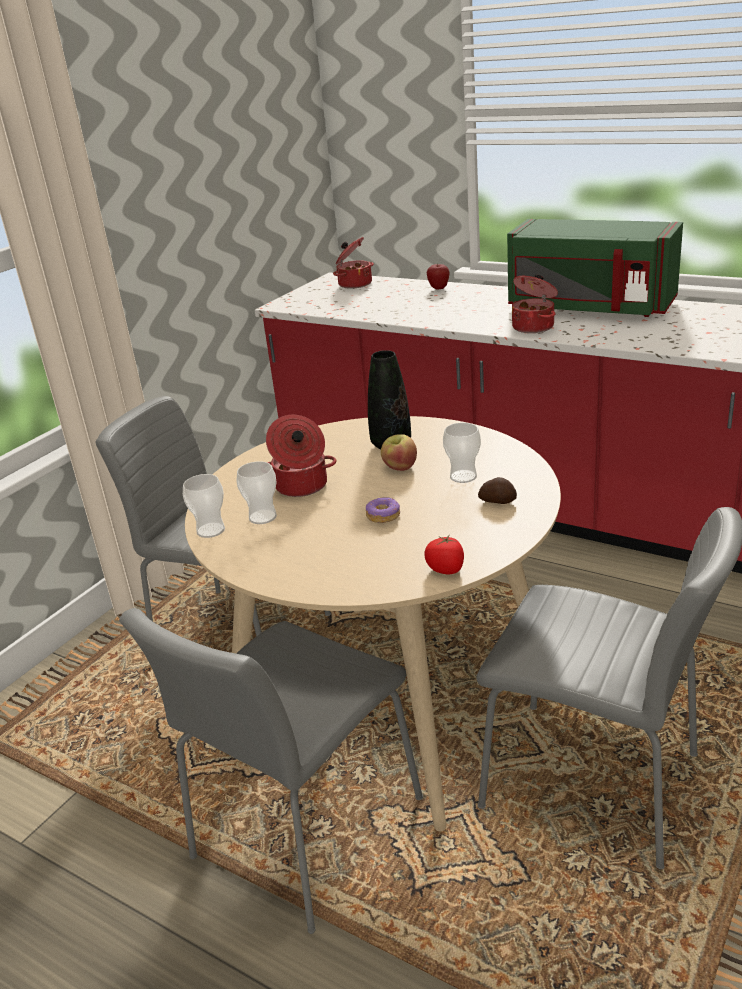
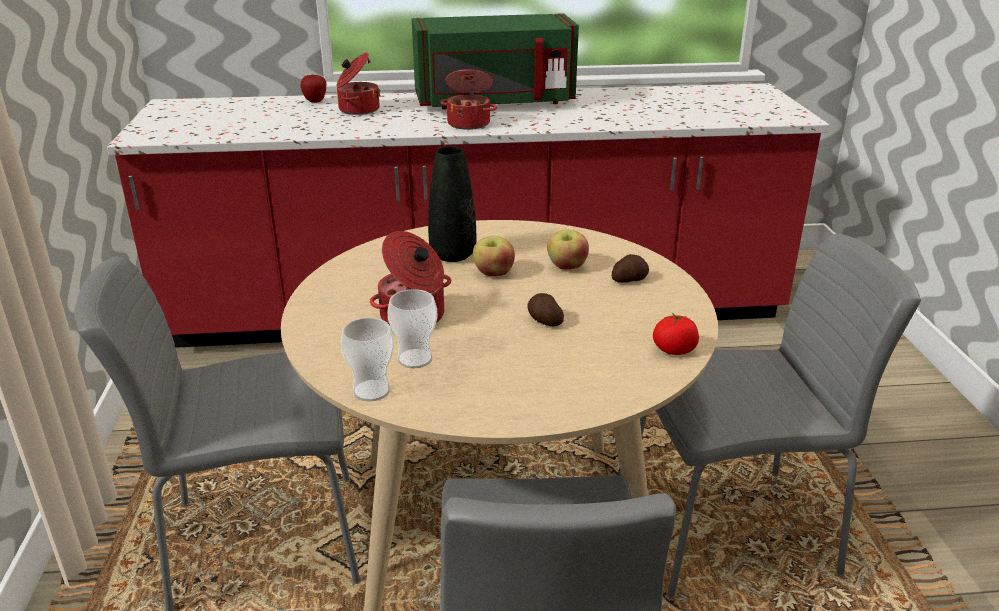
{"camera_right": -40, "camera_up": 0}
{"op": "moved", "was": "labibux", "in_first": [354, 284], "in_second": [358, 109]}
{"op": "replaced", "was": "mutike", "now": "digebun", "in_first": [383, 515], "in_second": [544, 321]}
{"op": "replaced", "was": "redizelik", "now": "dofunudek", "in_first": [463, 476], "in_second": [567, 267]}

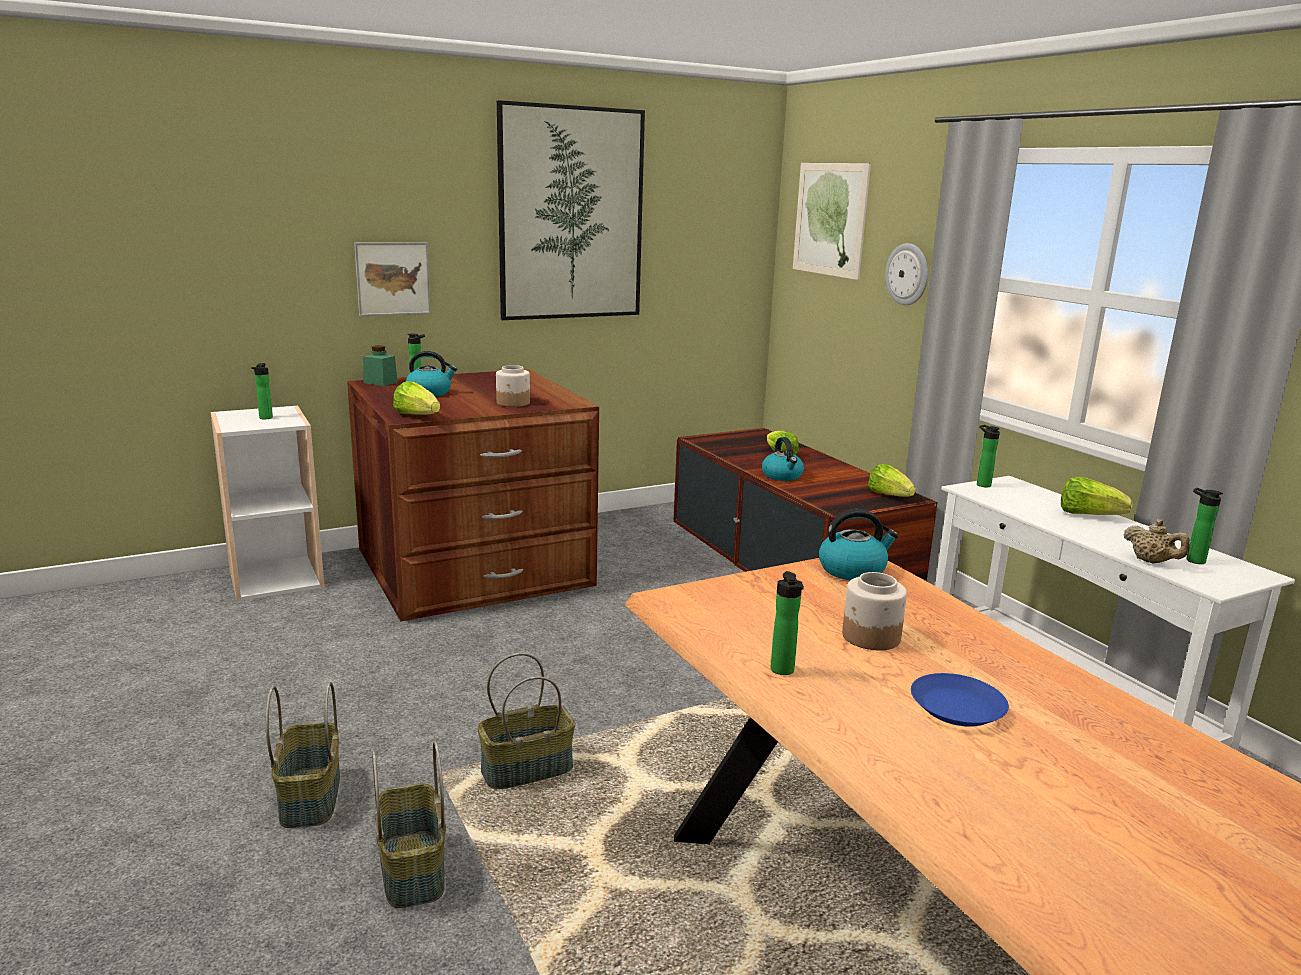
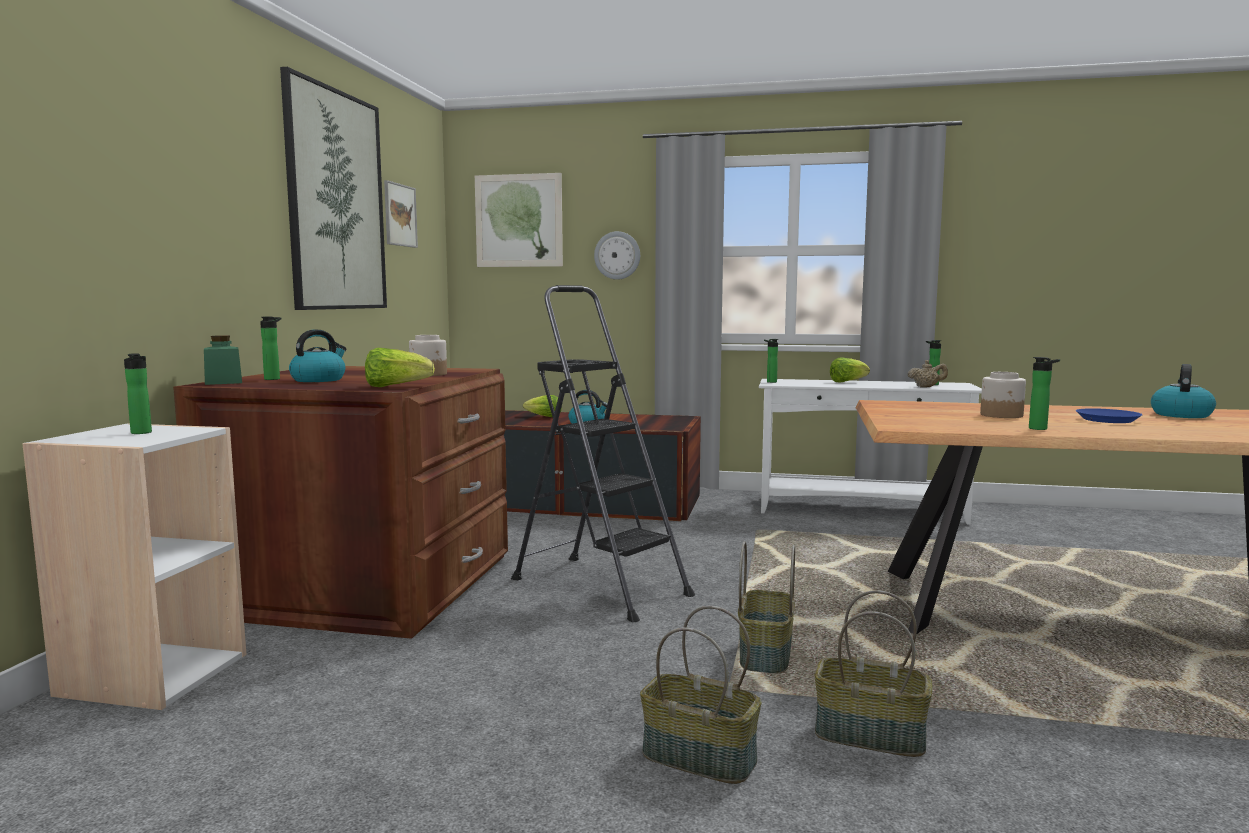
{"camera_right": -50, "camera_up": -10}
{"op": "moved", "was": "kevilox", "in_first": [393, 279], "in_second": [400, 215]}
{"op": "added", "now": "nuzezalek", "in_second": [598, 585]}
{"op": "moved", "was": "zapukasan", "in_first": [853, 570], "in_second": [1181, 415]}
{"op": "removed", "was": "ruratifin", "in_first": [889, 496]}

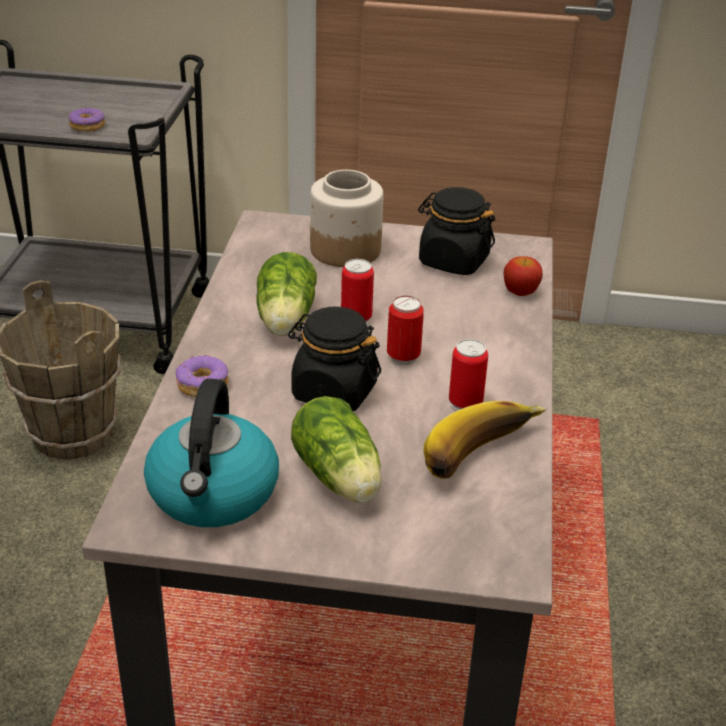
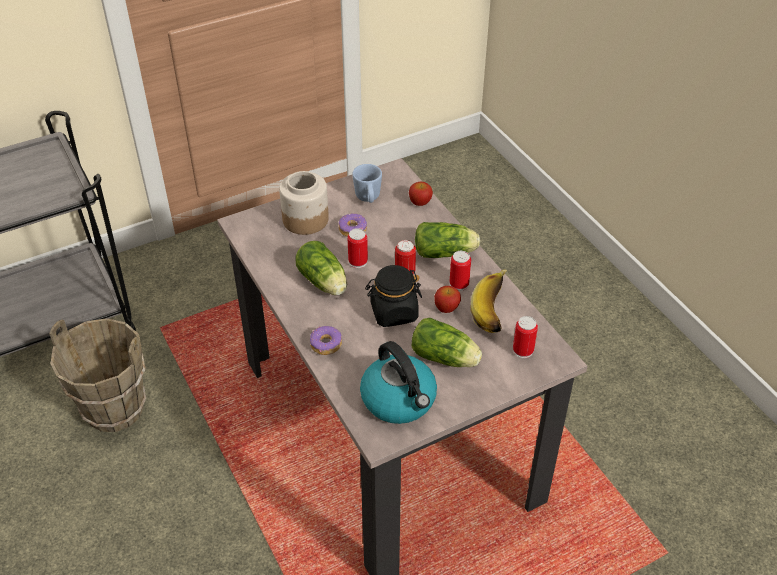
{"camera_right": -35, "camera_up": 10}
{"op": "moved", "was": "mutike", "in_first": [87, 126], "in_second": [353, 229]}
{"op": "replaced", "was": "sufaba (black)", "now": "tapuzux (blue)", "in_first": [453, 261], "in_second": [368, 199]}
{"op": "added", "now": "ruratifin", "in_second": [446, 253]}
{"op": "added", "now": "dofunudek", "in_second": [446, 308]}
{"op": "added", "now": "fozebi", "in_second": [523, 350]}

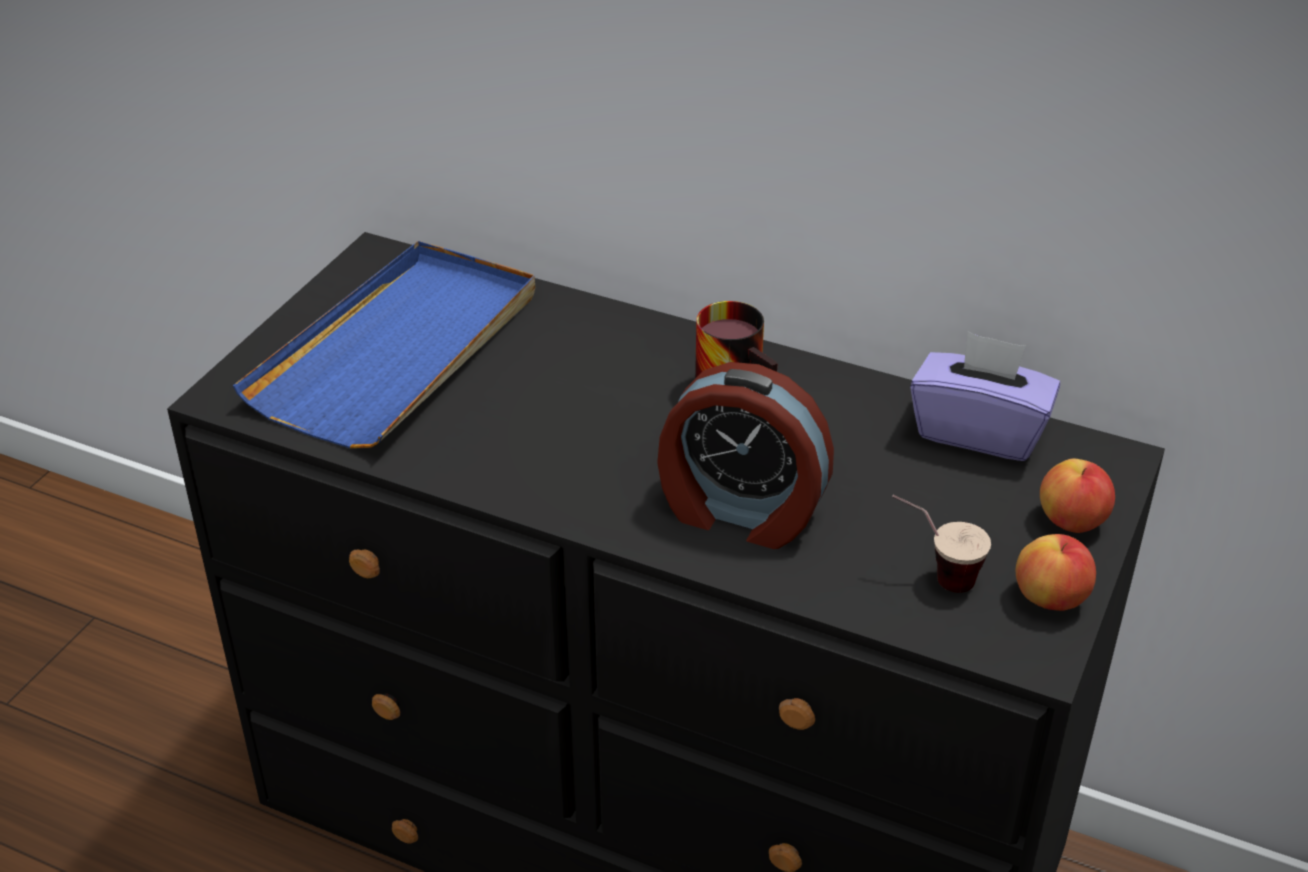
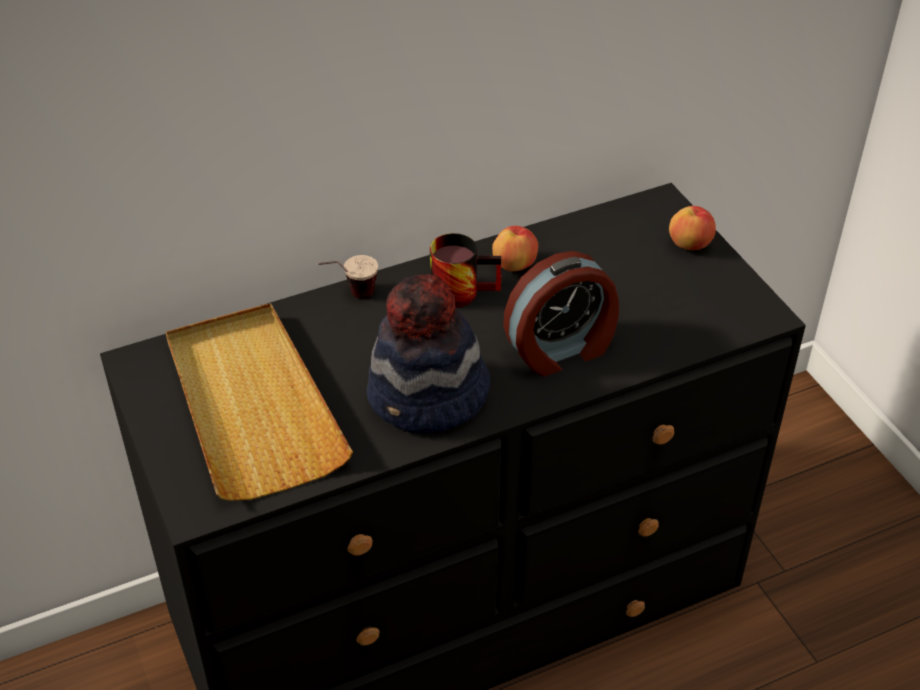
{"camera_right": -50, "camera_up": 5}
{"op": "recoloured", "was": "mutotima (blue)", "now": "mutotima (beige)", "in_first": [399, 351], "in_second": [252, 404]}
{"op": "moved", "was": "redizelik", "in_first": [933, 575], "in_second": [350, 296]}
{"op": "added", "now": "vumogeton", "in_second": [428, 397]}
{"op": "moved", "was": "dofunudek", "in_first": [1051, 598], "in_second": [514, 264]}
{"op": "removed", "was": "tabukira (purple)", "in_first": [979, 431]}

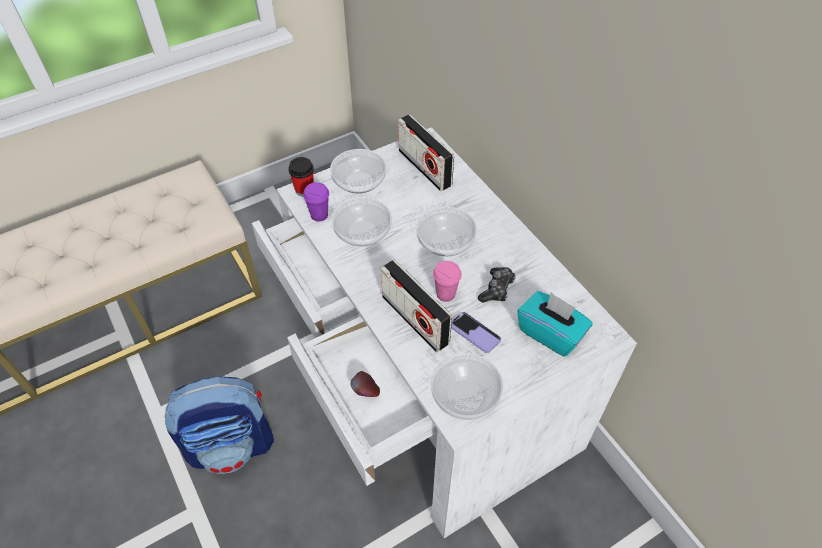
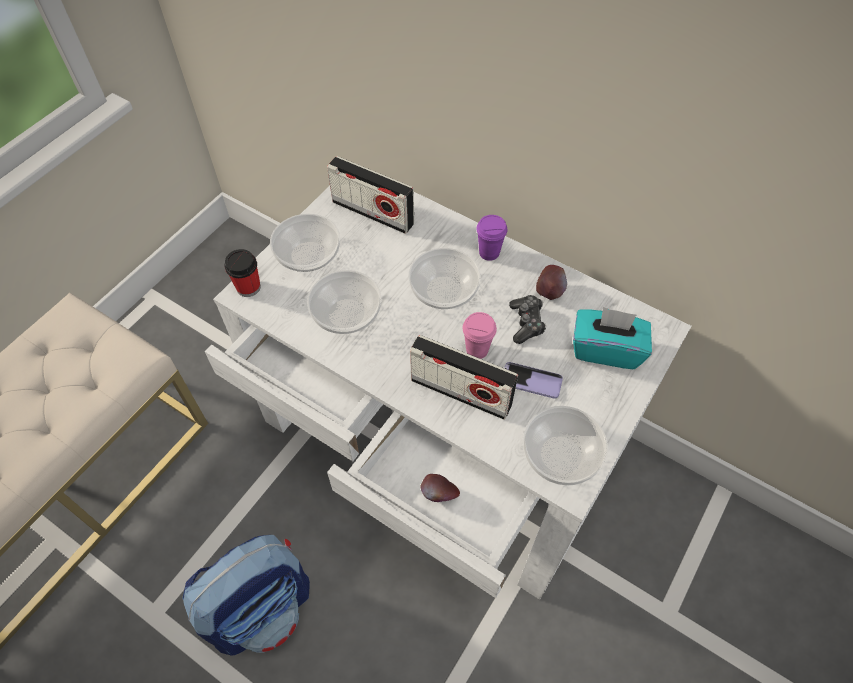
{"camera_right": -25, "camera_up": 5}
{"op": "moved", "was": "redizelik (purple)", "in_first": [319, 215], "in_second": [489, 253]}
{"op": "added", "now": "dofunudek", "in_second": [549, 291]}

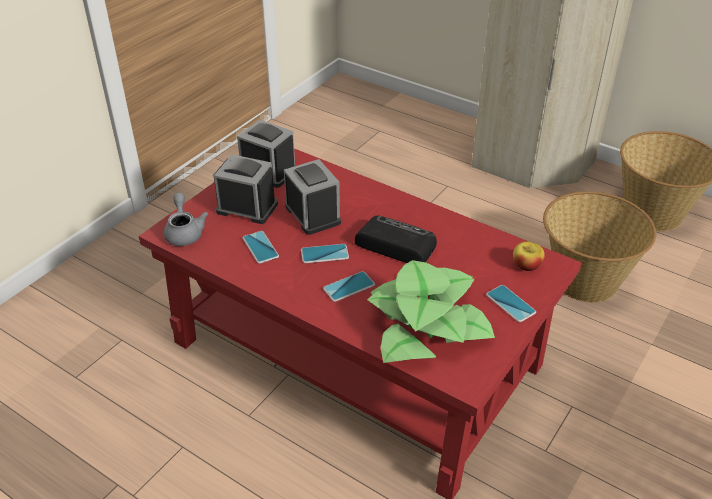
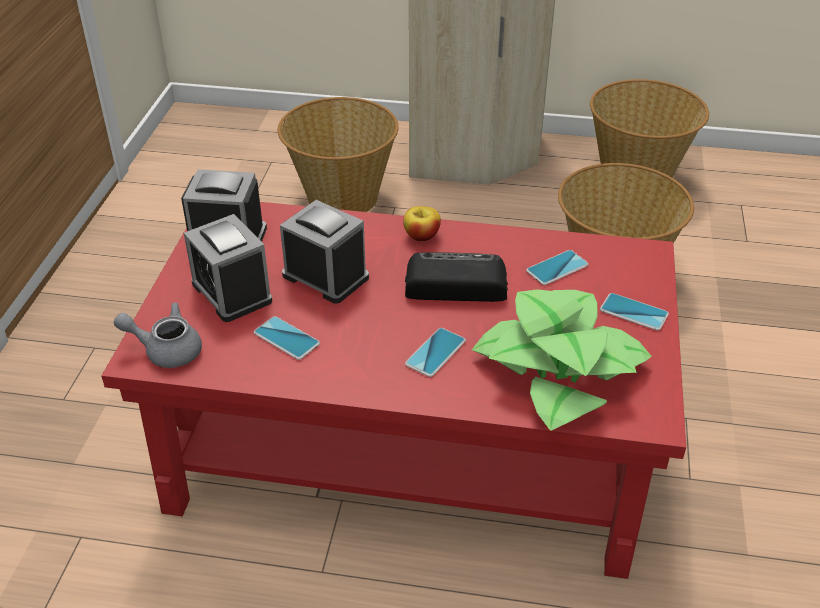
{"camera_right": -25, "camera_up": 0}
{"op": "turned", "was": "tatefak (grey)", "in_first": [184, 232], "in_second": [166, 350], "clockwise": -45}
{"op": "turned", "was": "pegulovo", "in_first": [247, 207], "in_second": [231, 292], "clockwise": -120}
{"op": "added", "now": "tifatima", "in_second": [342, 197]}
{"op": "moved", "was": "dofunudek", "in_first": [526, 266], "in_second": [421, 236]}
{"op": "moved", "was": "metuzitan", "in_first": [324, 254], "in_second": [557, 268]}

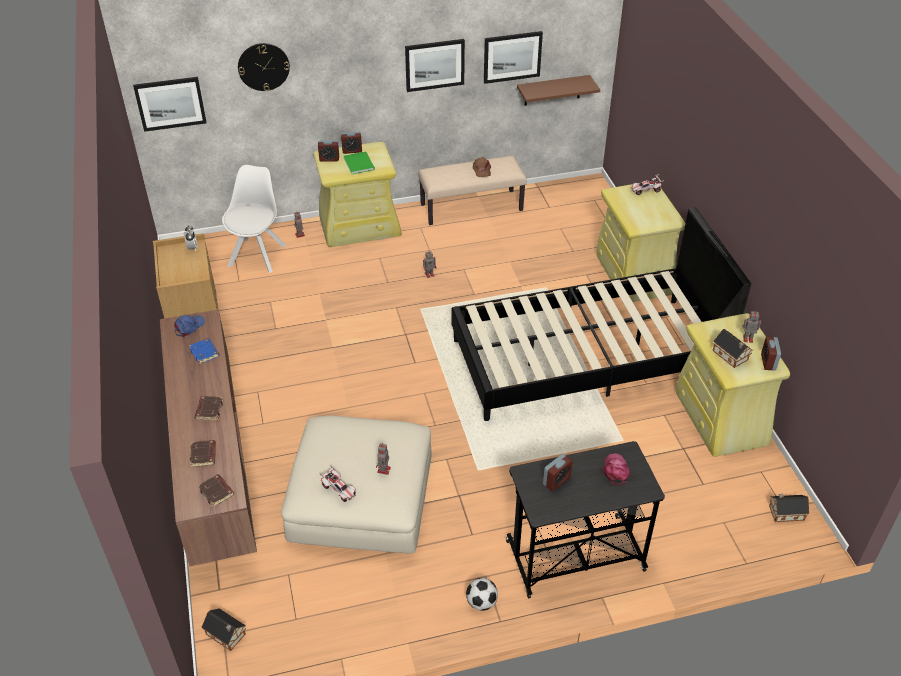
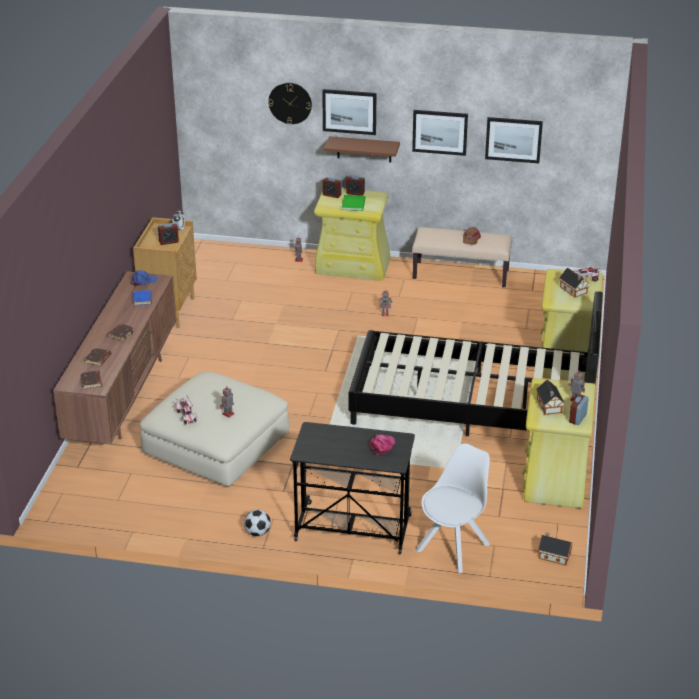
{"camera_right": 25, "camera_up": -10}
{"op": "moved", "was": "pegulovo", "in_first": [556, 481], "in_second": [168, 242]}
{"op": "moved", "was": "kevilox", "in_first": [170, 103], "in_second": [349, 111]}
{"op": "moved", "was": "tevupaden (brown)", "in_first": [552, 90], "in_second": [364, 149]}
{"op": "moved", "was": "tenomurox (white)", "in_first": [258, 255], "in_second": [454, 547]}
{"op": "moved", "was": "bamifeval", "in_first": [226, 635], "in_second": [574, 290]}

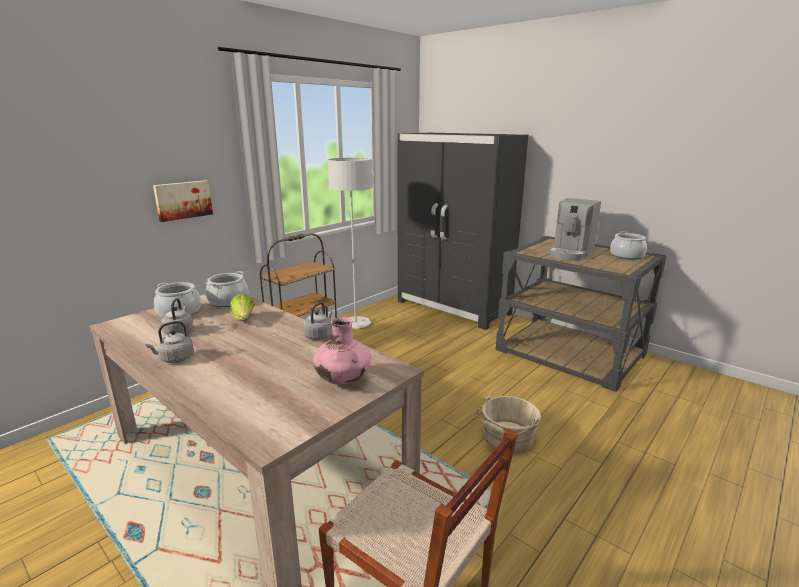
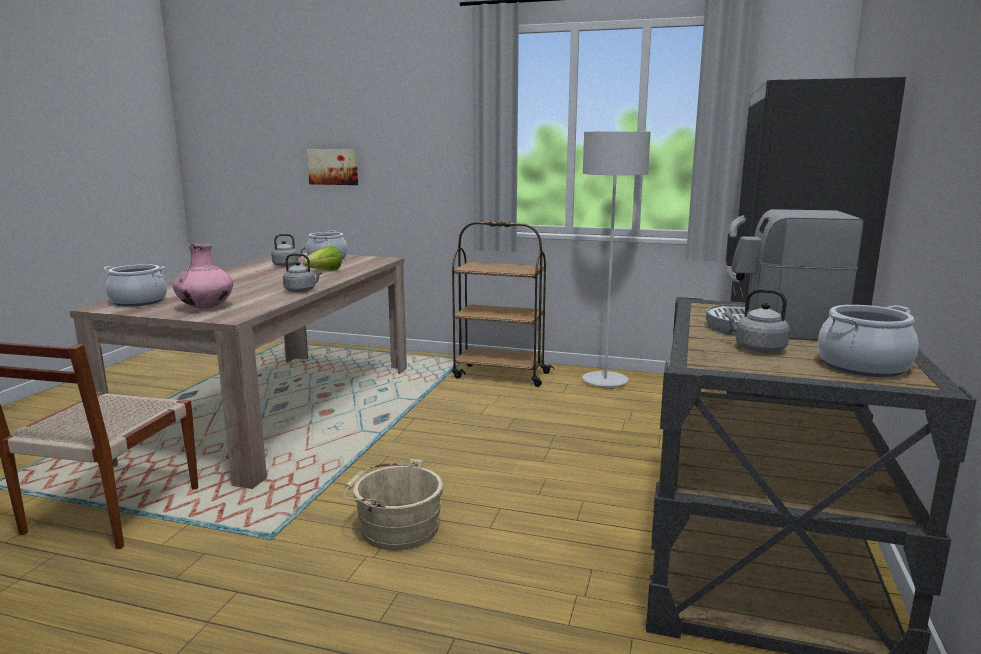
{"camera_right": 65, "camera_up": -5}
{"op": "moved", "was": "labibux", "in_first": [228, 301], "in_second": [138, 301]}
{"op": "moved", "was": "kevilox", "in_first": [183, 200], "in_second": [333, 167]}
{"op": "moved", "was": "zapukasan (grey)", "in_first": [175, 359], "in_second": [757, 348]}

